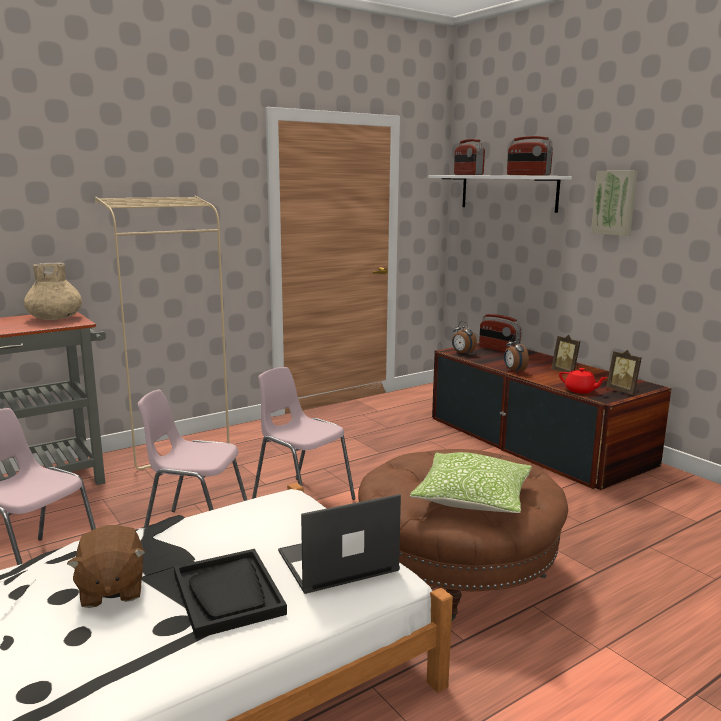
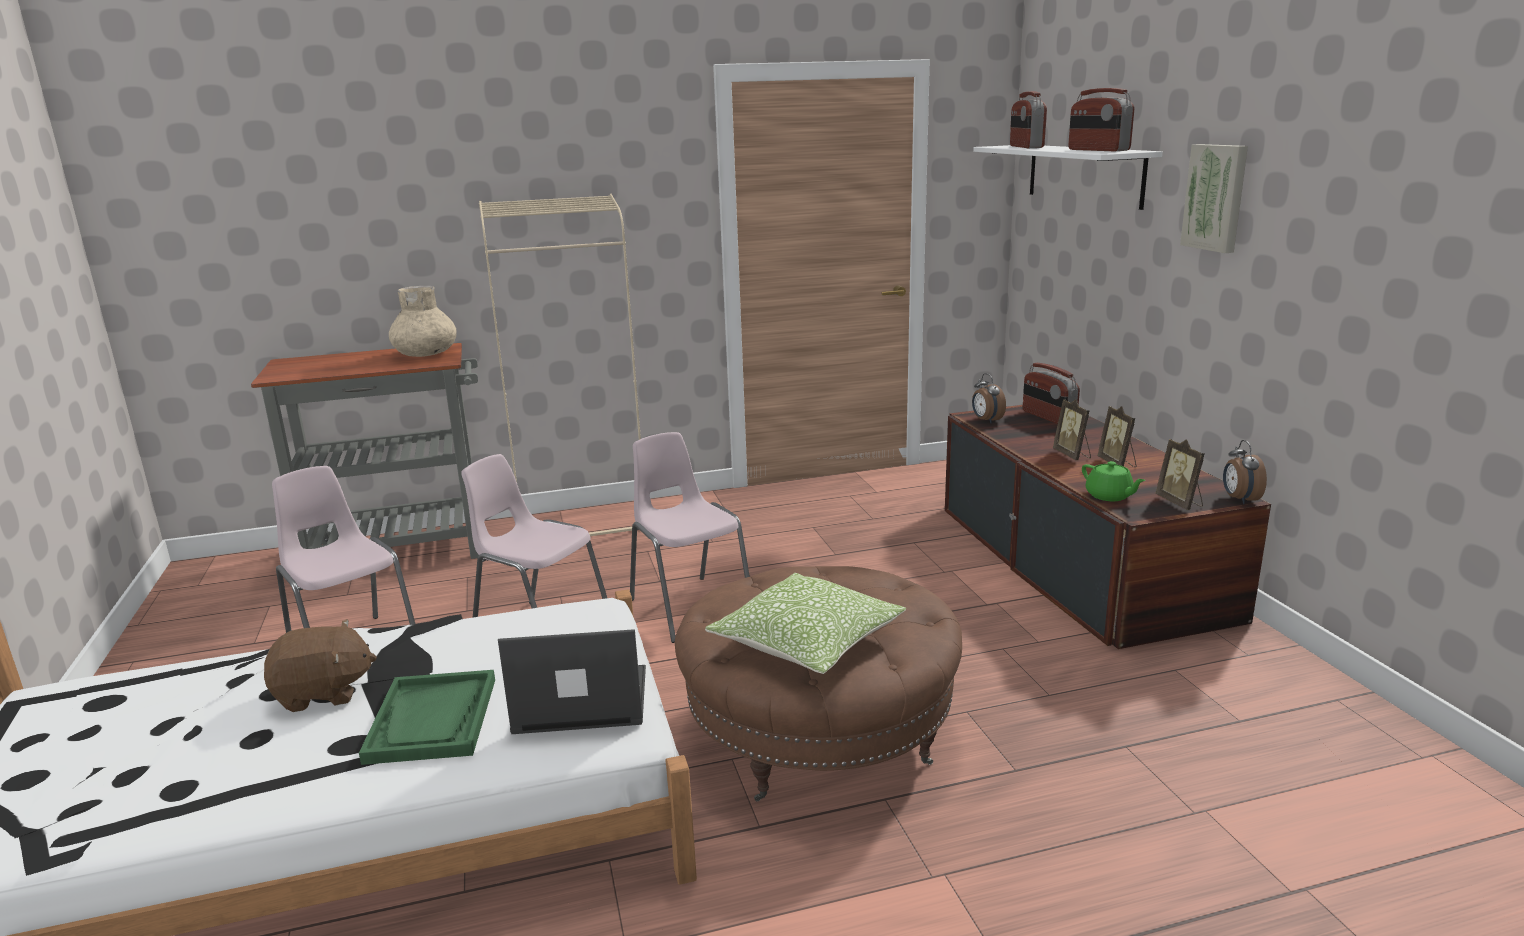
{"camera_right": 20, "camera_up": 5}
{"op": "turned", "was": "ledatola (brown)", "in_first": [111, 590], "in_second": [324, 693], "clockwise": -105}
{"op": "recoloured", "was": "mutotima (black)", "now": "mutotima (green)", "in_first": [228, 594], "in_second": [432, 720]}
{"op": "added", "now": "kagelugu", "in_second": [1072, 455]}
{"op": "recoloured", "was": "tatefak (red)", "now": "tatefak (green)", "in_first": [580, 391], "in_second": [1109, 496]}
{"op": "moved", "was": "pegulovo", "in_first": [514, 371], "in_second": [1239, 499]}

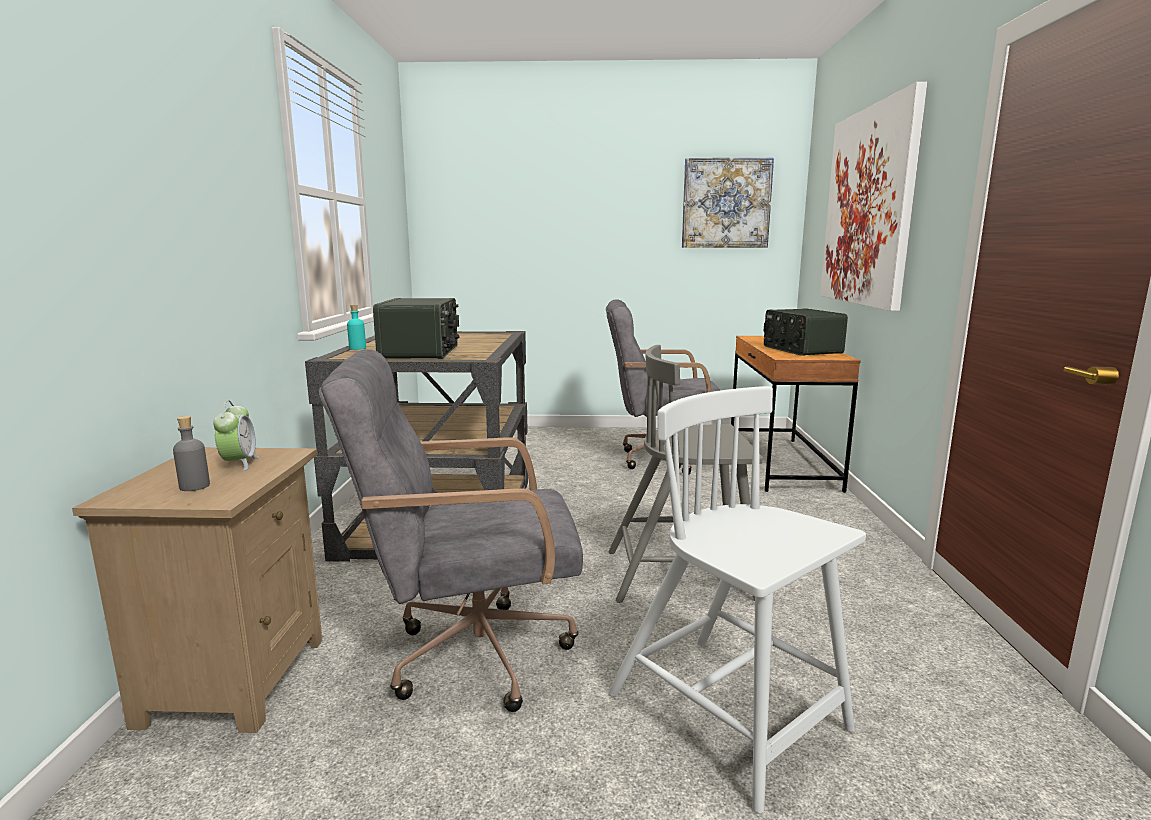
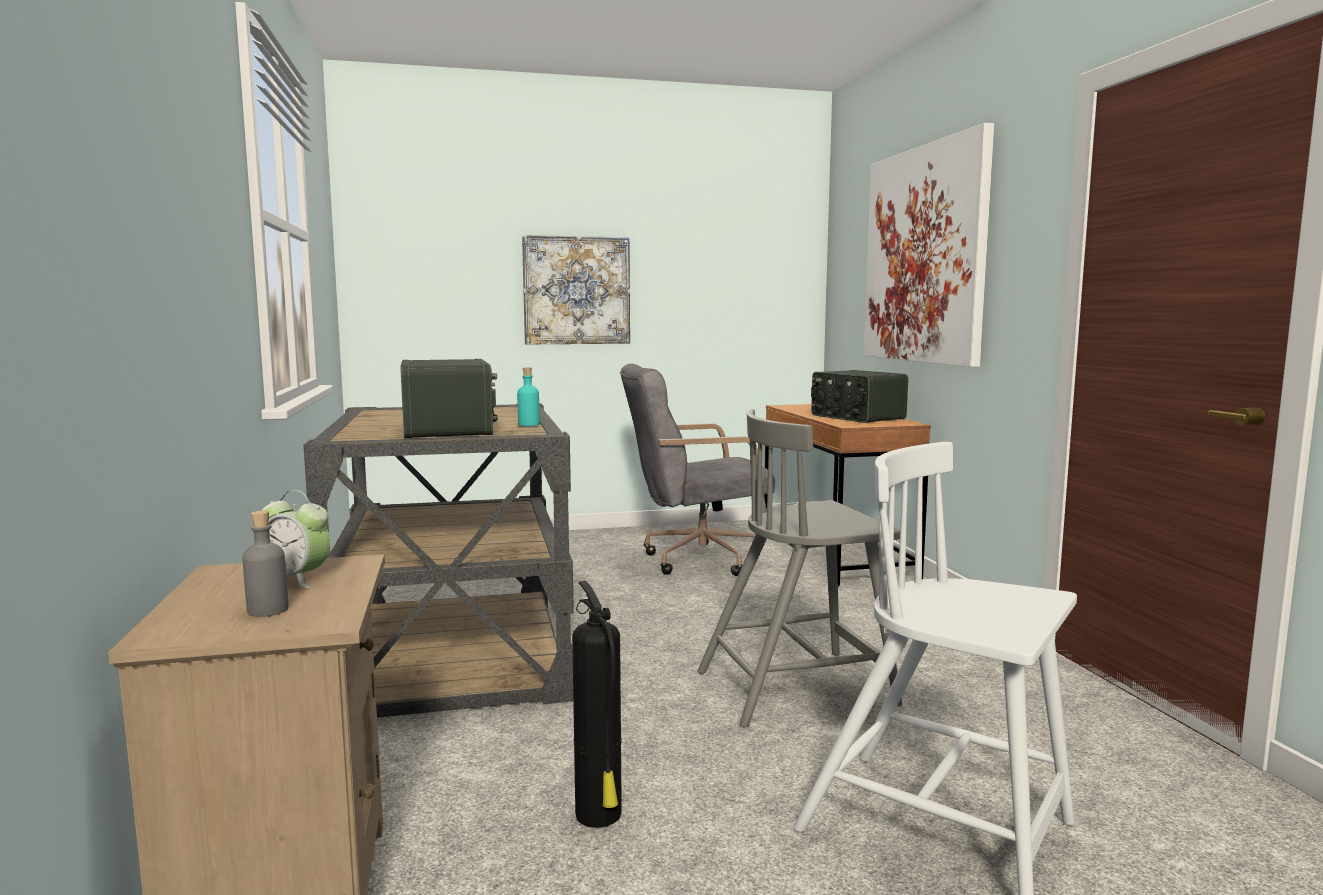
{"camera_right": -15, "camera_up": -5}
{"op": "turned", "was": "pegulovo", "in_first": [239, 464], "in_second": [297, 579], "clockwise": 135}
{"op": "moved", "was": "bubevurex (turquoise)", "in_first": [357, 348], "in_second": [528, 424]}
{"op": "moved", "was": "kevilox", "in_first": [726, 203], "in_second": [576, 290]}
{"op": "replaced", "was": "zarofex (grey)", "now": "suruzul", "in_first": [469, 657], "in_second": [599, 816]}

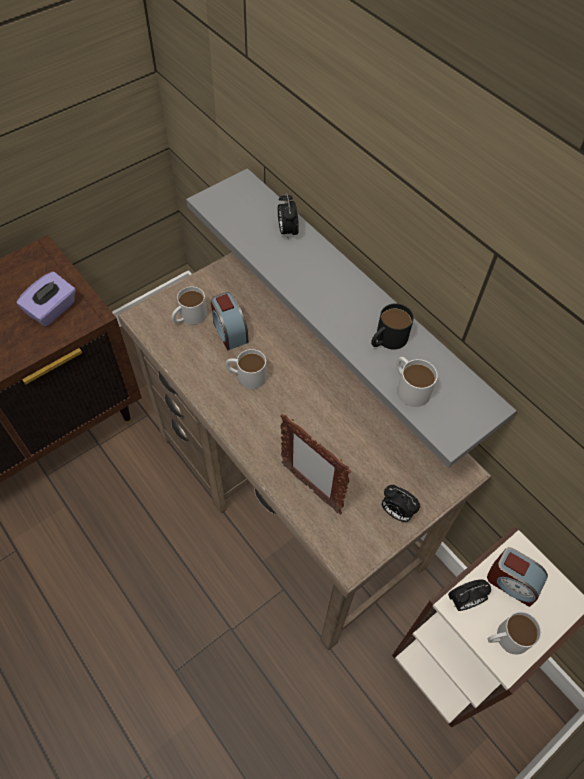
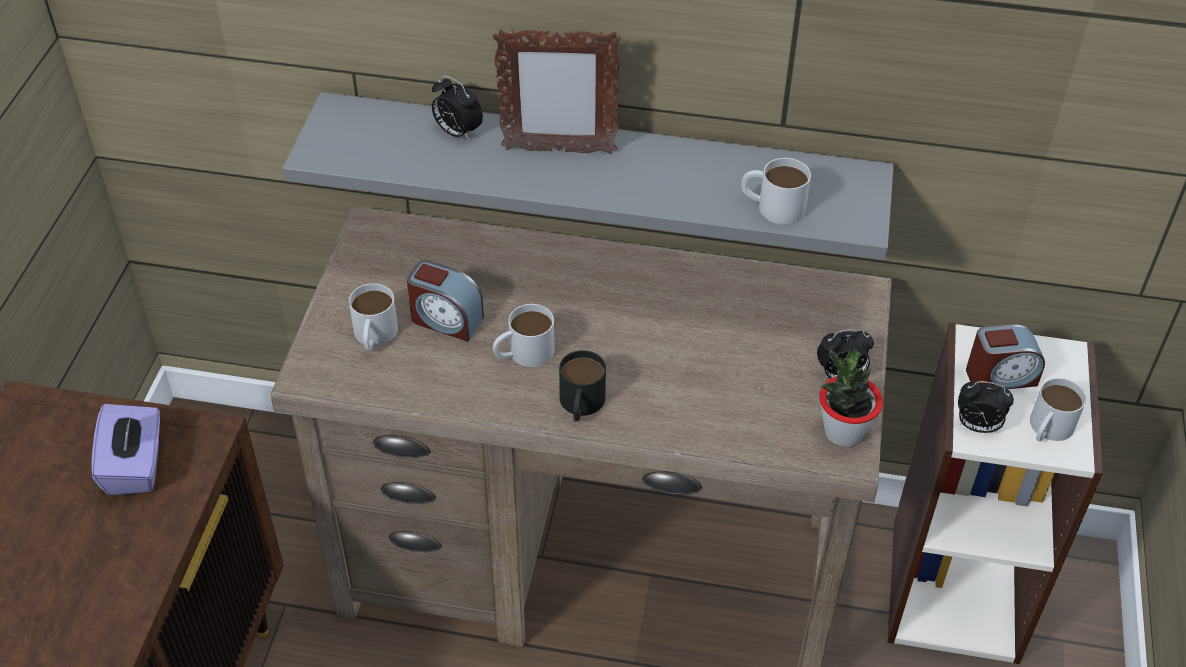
{"camera_right": -40, "camera_up": -10}
{"op": "moved", "was": "kagelugu", "in_first": [310, 488], "in_second": [558, 151]}
{"op": "moved", "was": "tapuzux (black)", "in_first": [387, 340], "in_second": [580, 405]}
{"op": "added", "now": "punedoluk", "in_second": [843, 432]}
{"op": "turned", "was": "pegulovo", "in_first": [463, 601], "in_second": [976, 426], "clockwise": 75}

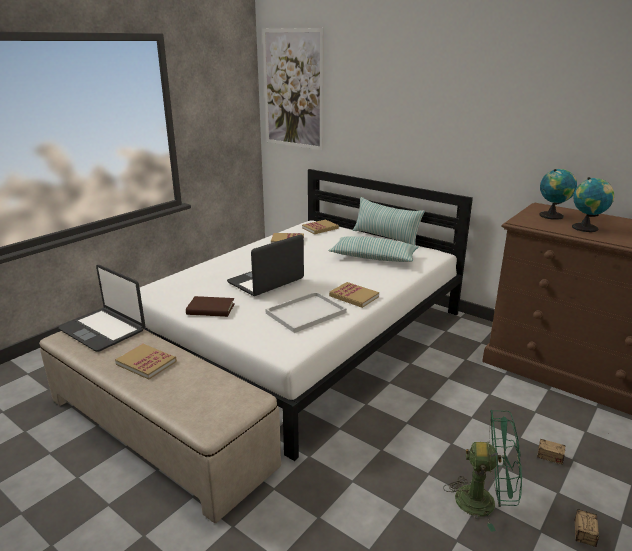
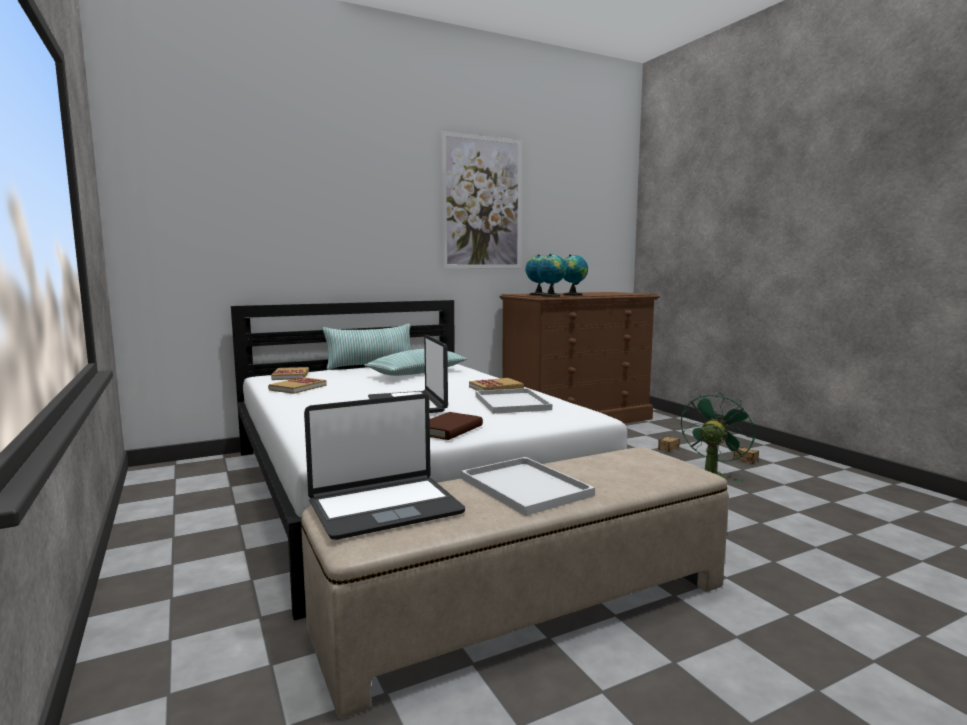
{"camera_right": -65, "camera_up": -15}
{"op": "moved", "was": "kevilox", "in_first": [293, 89], "in_second": [482, 203]}
{"op": "replaced", "was": "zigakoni", "now": "mutotima (white)", "in_first": [146, 363], "in_second": [527, 487]}
{"op": "added", "now": "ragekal", "in_second": [551, 296]}

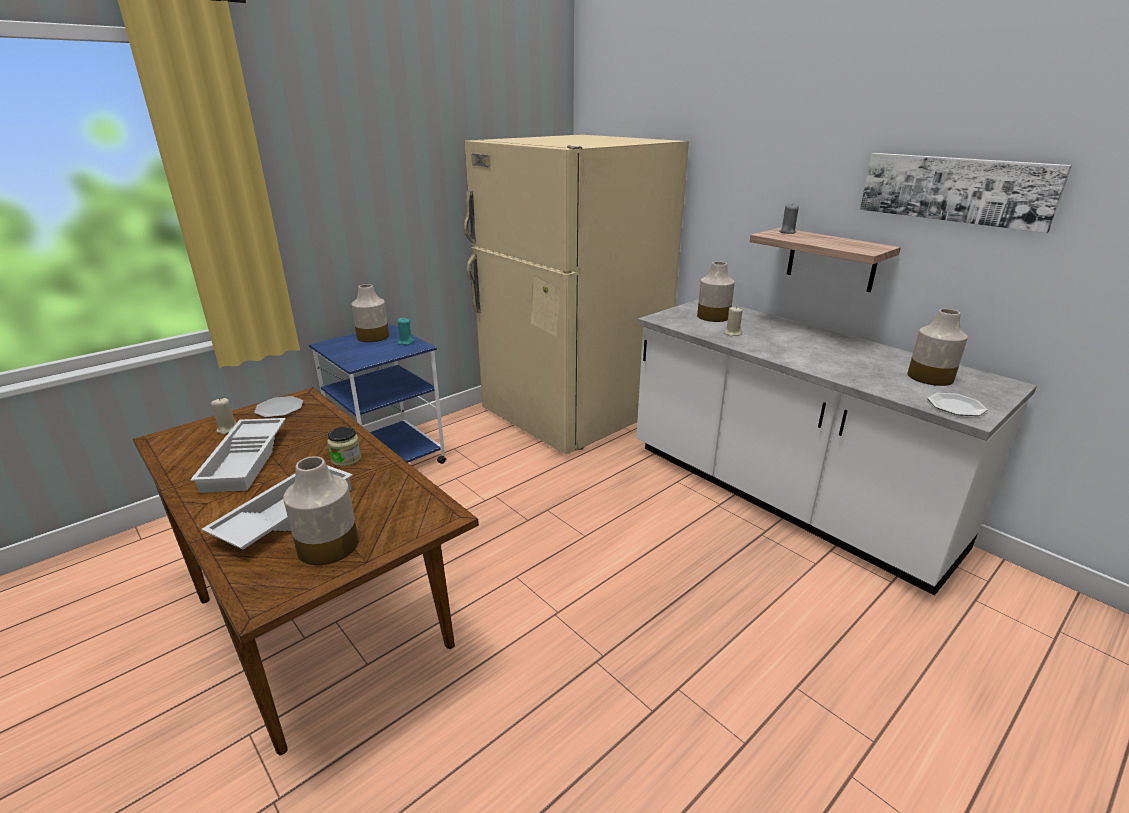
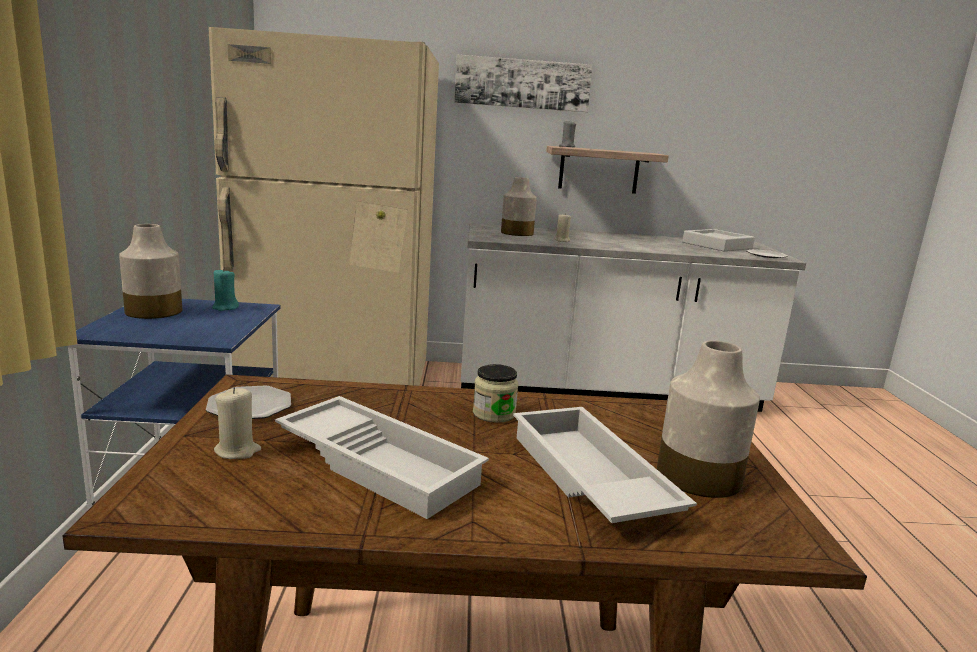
{"camera_right": -50, "camera_up": -10}
{"op": "moved", "was": "kevilox", "in_first": [955, 189], "in_second": [522, 84]}
{"op": "replaced", "was": "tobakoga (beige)", "now": "mutotima (grey)", "in_first": [929, 376], "in_second": [717, 245]}

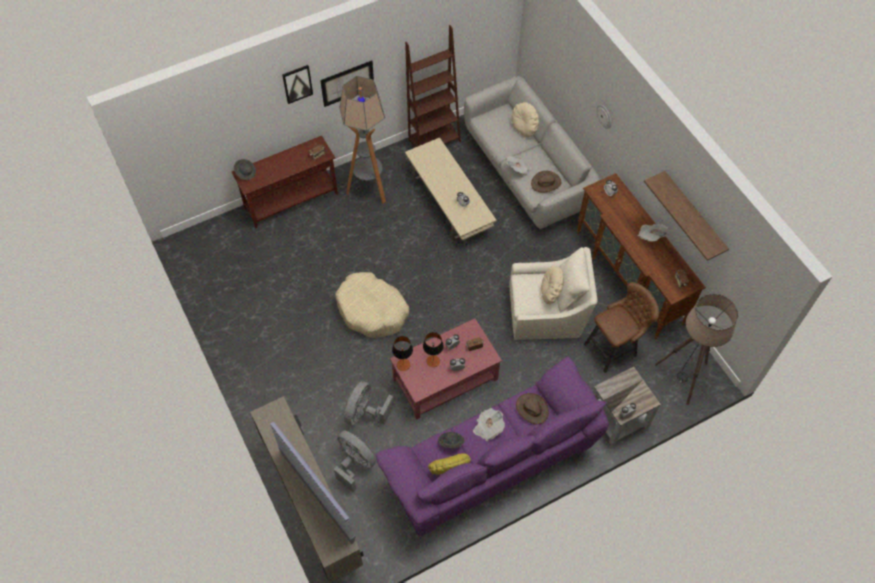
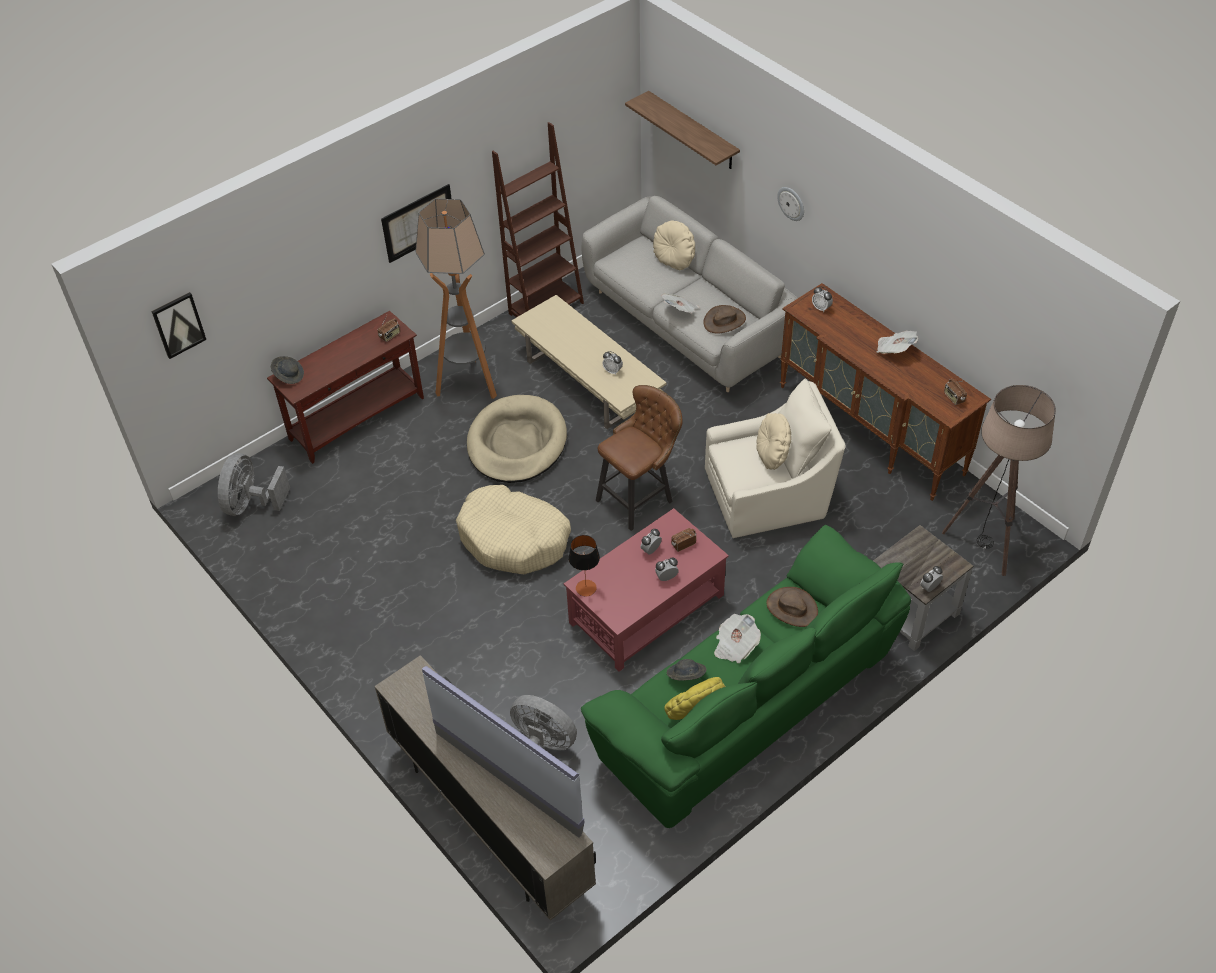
{"camera_right": -10, "camera_up": -10}
{"op": "moved", "was": "kevilox", "in_first": [297, 83], "in_second": [178, 324]}
{"op": "moved", "was": "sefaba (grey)", "in_first": [365, 413], "in_second": [251, 504]}
{"op": "added", "now": "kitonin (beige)", "in_second": [517, 443]}
{"op": "recoloured", "was": "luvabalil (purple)", "now": "luvabalil (green)", "in_first": [490, 463], "in_second": [745, 709]}
{"op": "moved", "was": "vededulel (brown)", "in_first": [615, 347], "in_second": [641, 496]}
{"op": "moved", "was": "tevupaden", "in_first": [693, 215], "in_second": [692, 131]}
{"op": "removed", "was": "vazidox", "in_first": [433, 361]}

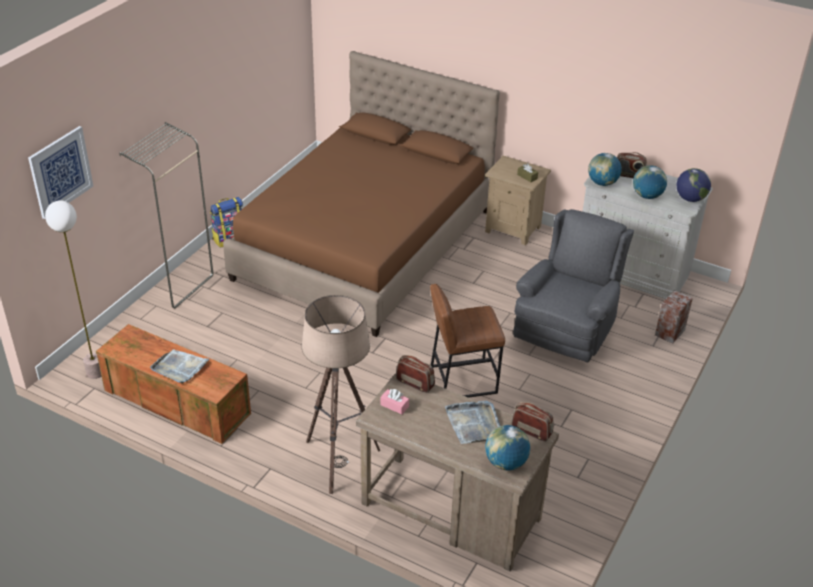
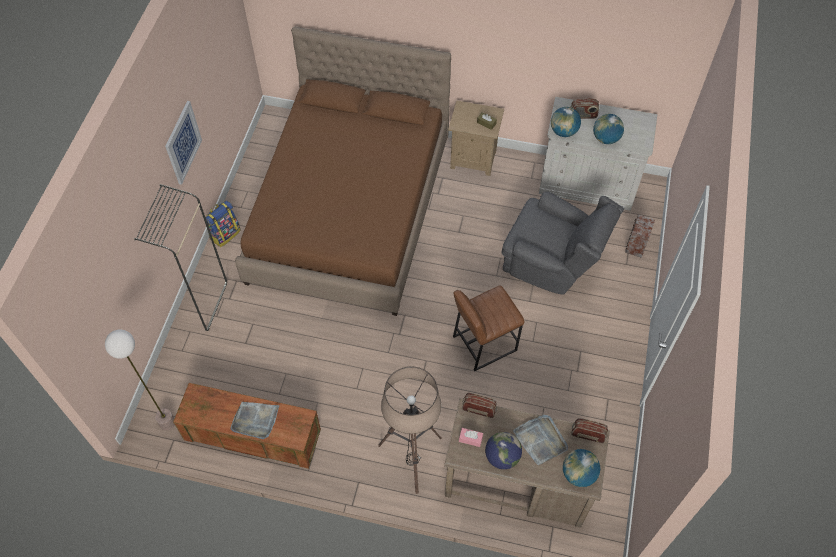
{"camera_right": -15, "camera_up": 20}
{"op": "moved", "was": "kevilox", "in_first": [60, 172], "in_second": [183, 142]}
{"op": "moved", "was": "ragekal", "in_first": [690, 199], "in_second": [502, 457]}
{"op": "turned", "was": "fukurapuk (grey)", "in_first": [566, 329], "in_second": [552, 264], "clockwise": 105}

